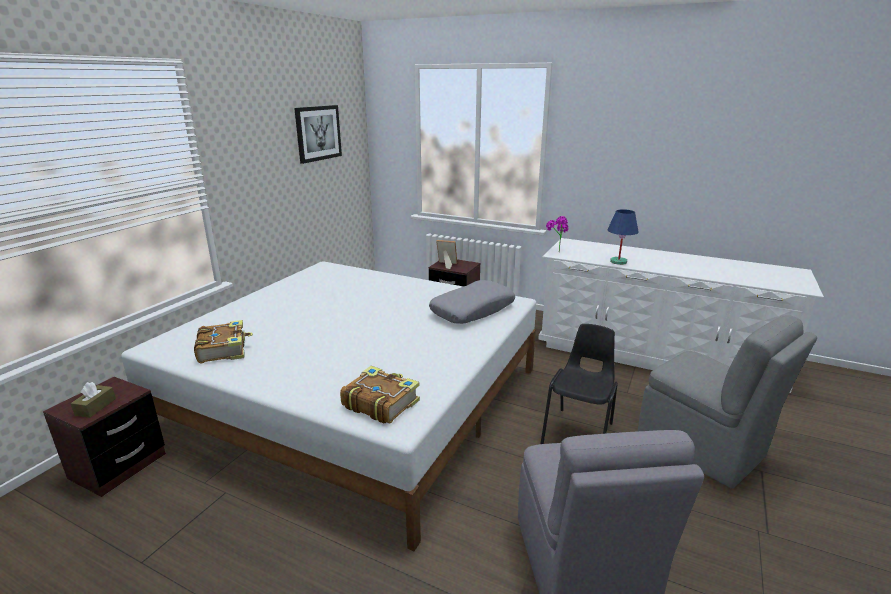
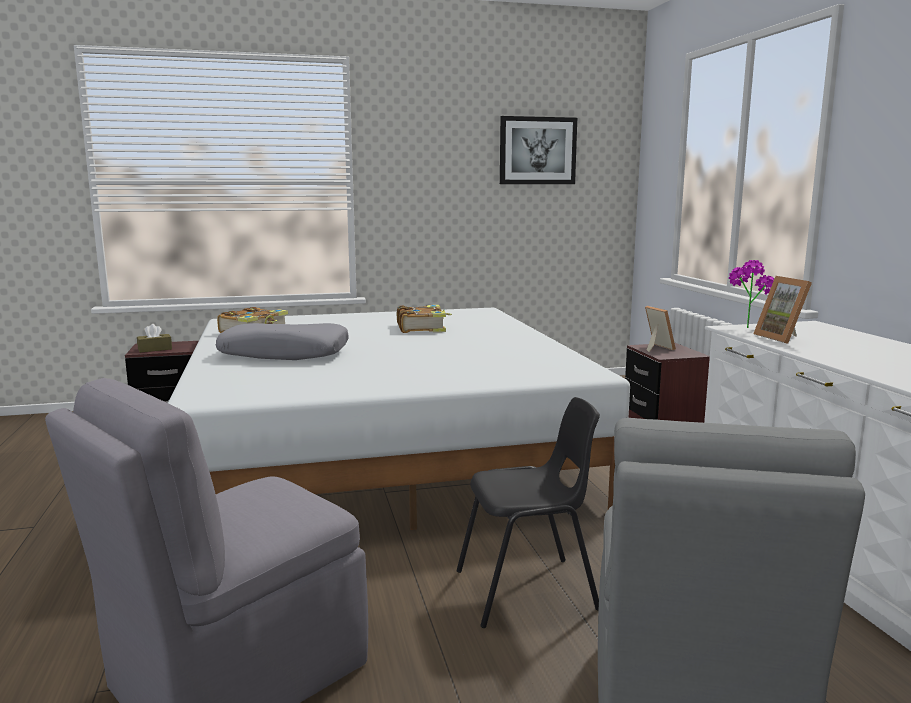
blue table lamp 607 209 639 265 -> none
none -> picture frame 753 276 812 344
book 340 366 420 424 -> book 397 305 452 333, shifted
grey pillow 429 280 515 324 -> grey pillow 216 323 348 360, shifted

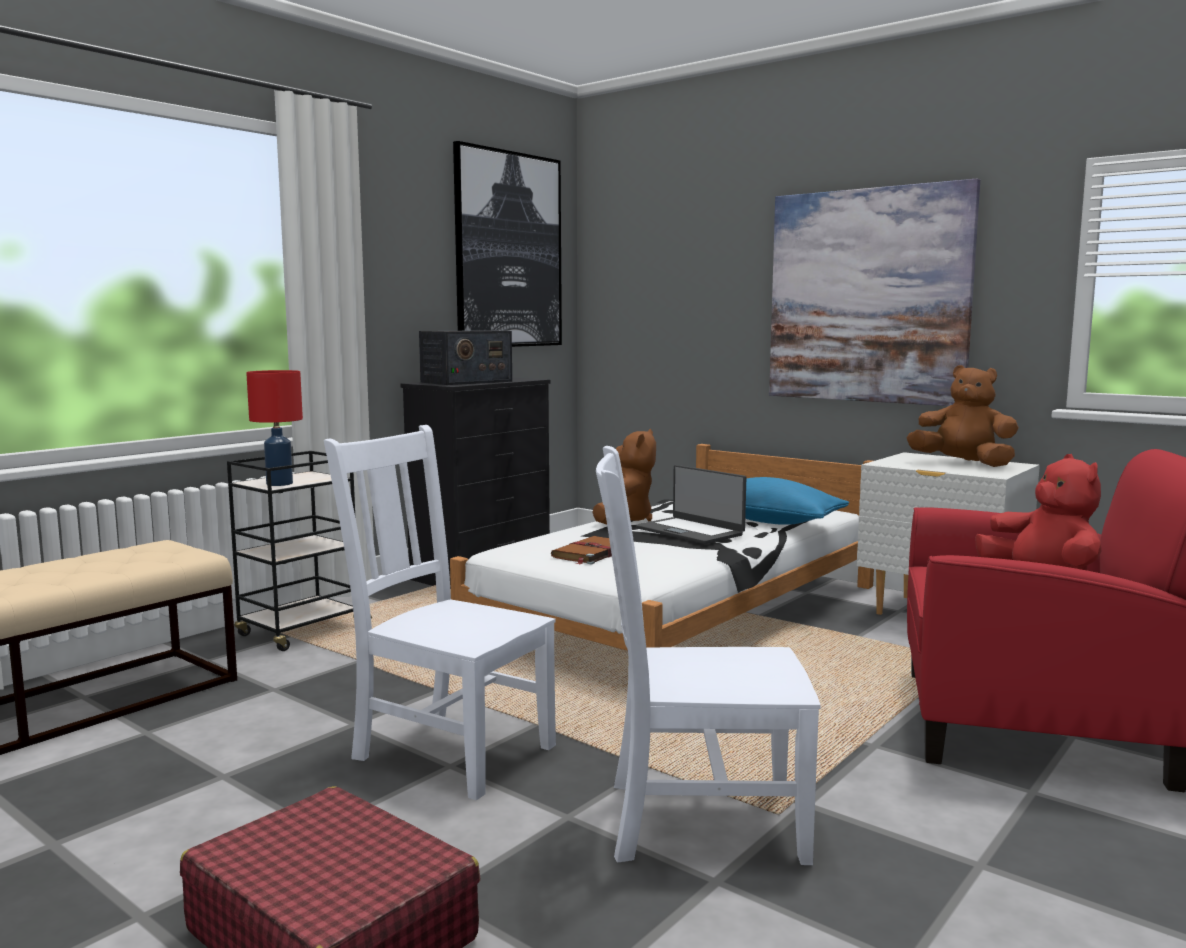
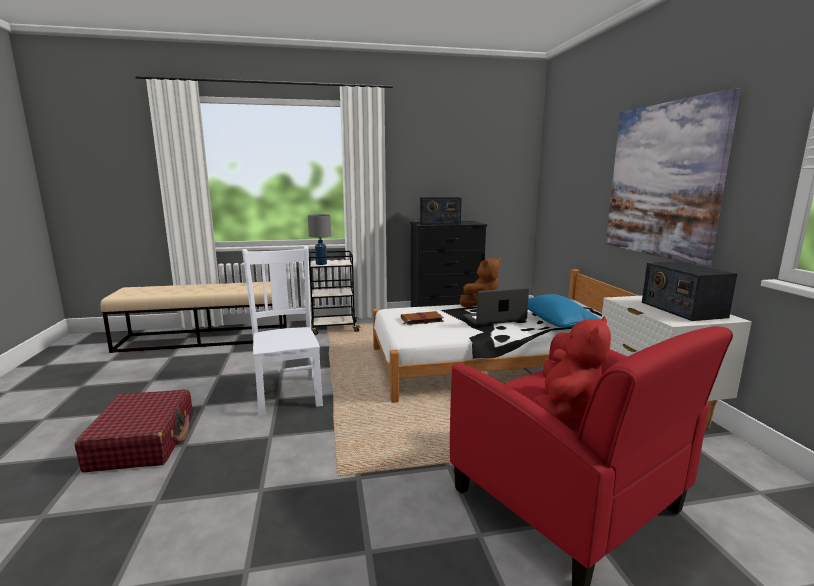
picture 453 141 562 347 -> none
white chair 596 446 821 865 -> none
brown plush toy 907 365 1019 467 -> radio 642 261 737 321
red table lamp 246 370 303 486 -> grey table lamp 308 214 331 265
laptop 636 465 746 544 -> laptop 463 287 529 326, 75 degrees clockwise

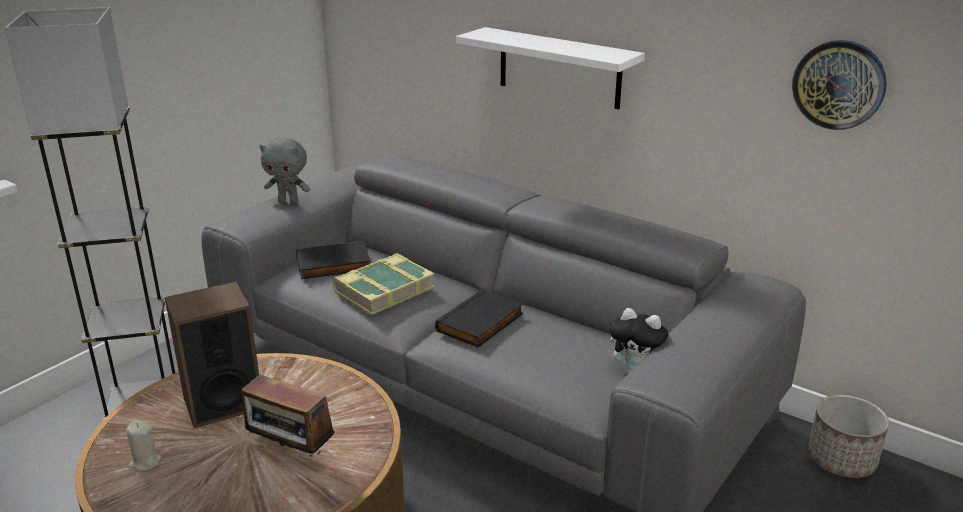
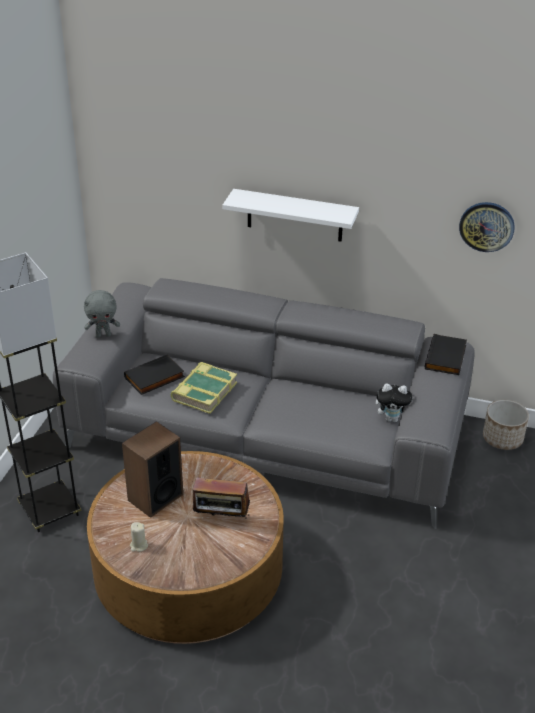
black book 435 289 523 348 -> black book 425 334 467 375, shifted

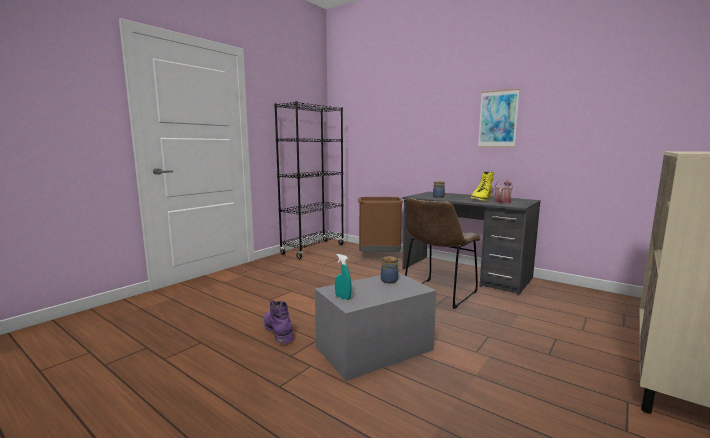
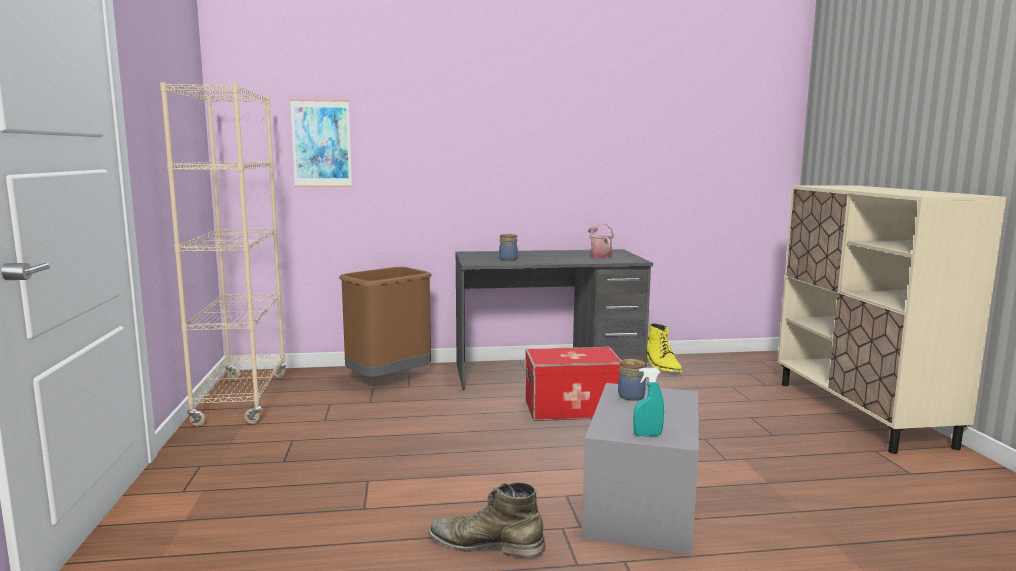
yellow boot 470 172 494 201 -> yellow boot 647 323 683 372, shifted
picture 478 89 520 147 -> picture 290 99 352 187, shifted
brown chair 405 198 481 309 -> storage box 526 347 622 421
purple boot 264 300 294 343 -> green boot 429 482 545 558
black bookcase 274 101 344 259 -> beige bookcase 160 82 287 426

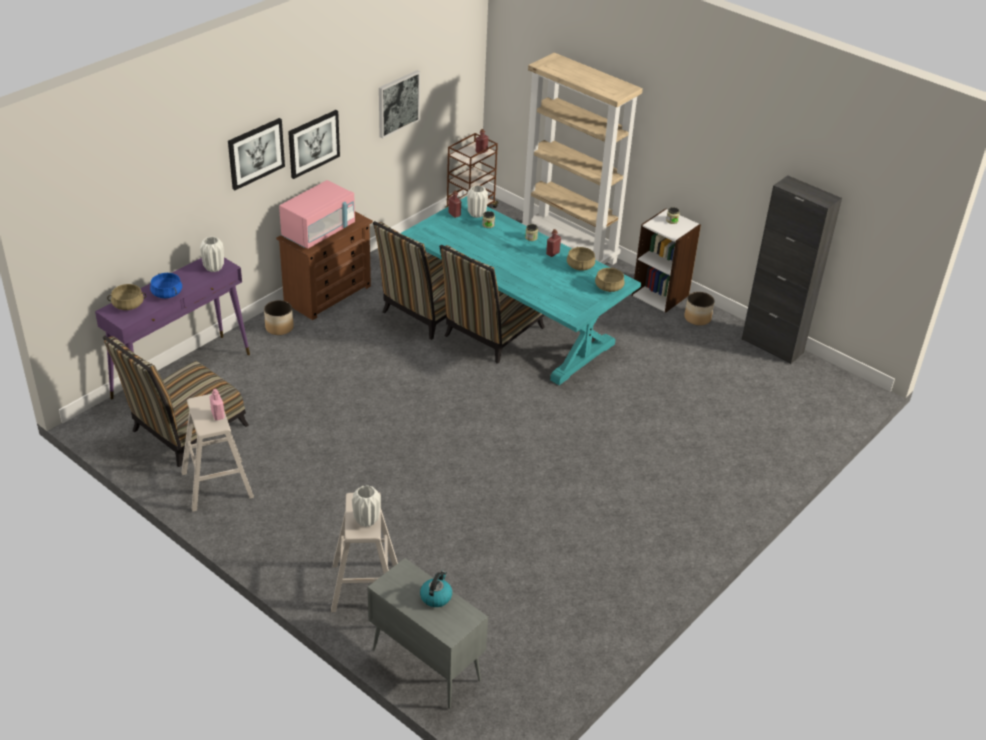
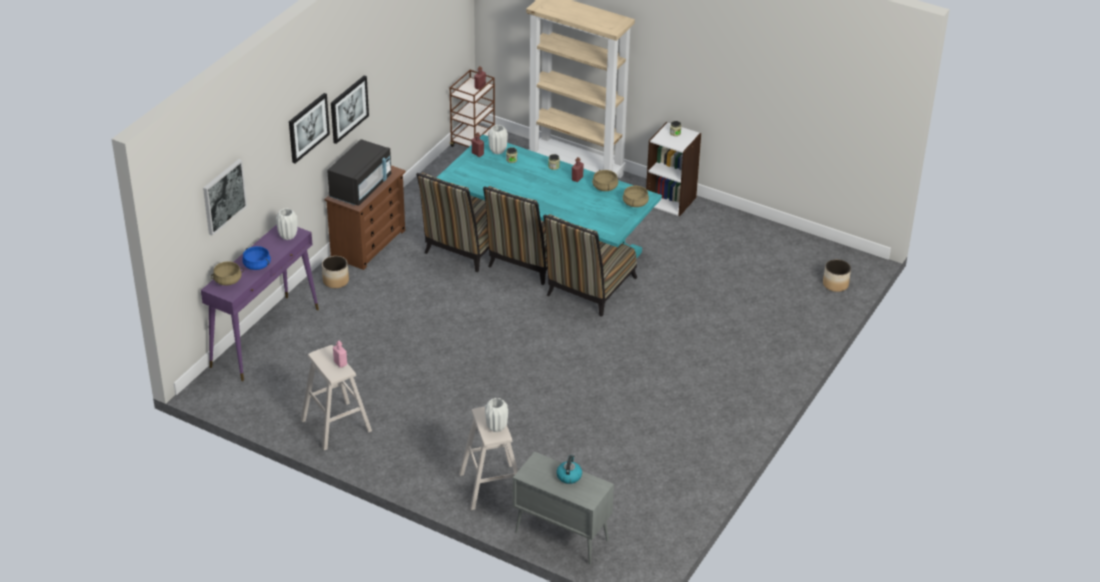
black cabinet 741 175 842 364 -> none
chair 103 336 248 467 -> chair 543 214 637 317, shifted
picture 379 70 420 139 -> picture 203 159 247 236, shifted
planter 684 292 714 326 -> planter 823 259 851 292, shifted
pink microwave 279 180 355 249 -> black microwave 327 139 391 206

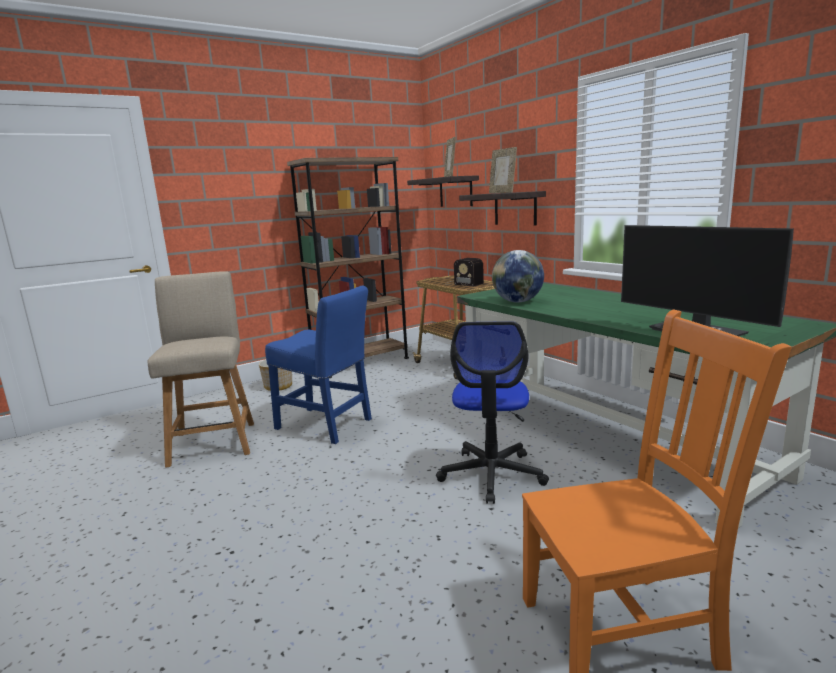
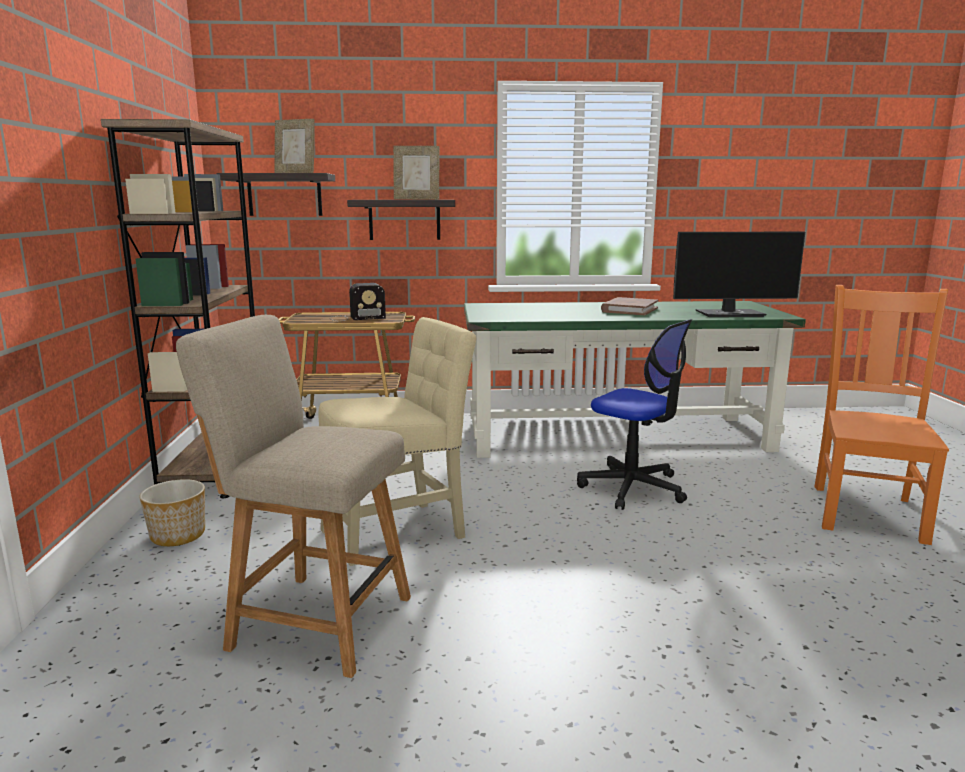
globe 492 250 544 303 -> none
none -> brown book 601 297 658 315
blue chair 265 286 372 444 -> beige chair 319 317 476 566

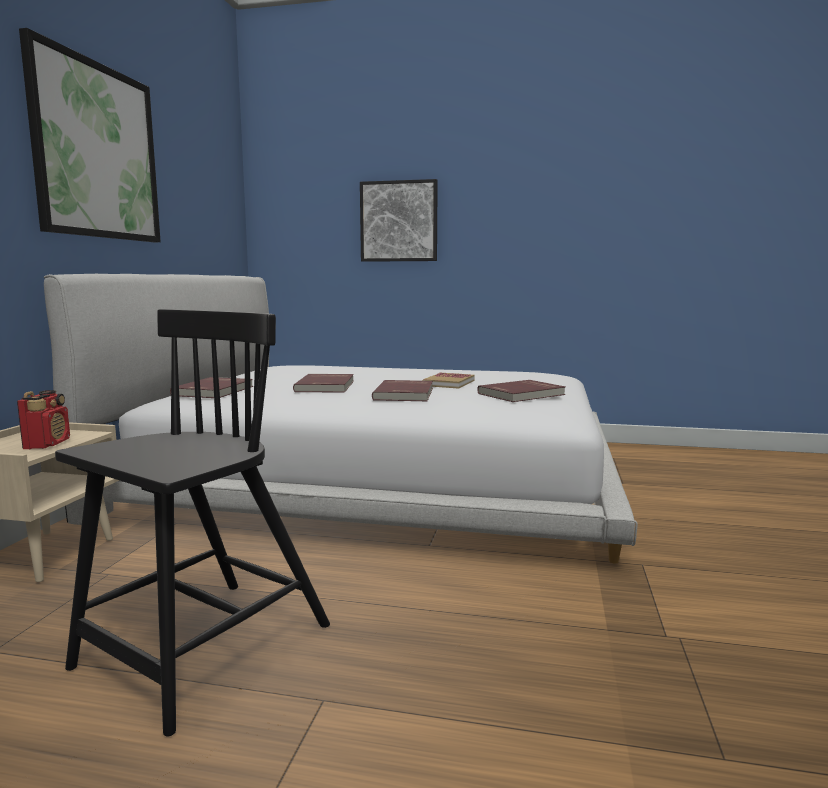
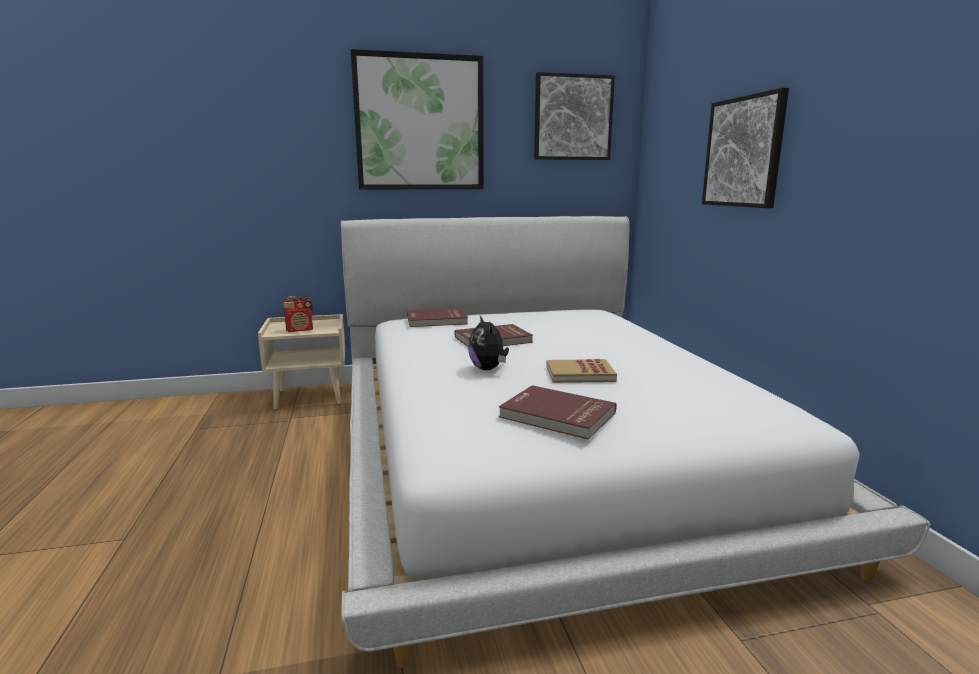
black chair 55 309 330 736 -> none
none -> picture 534 72 615 160
red book 372 380 433 401 -> plush toy 468 316 509 370

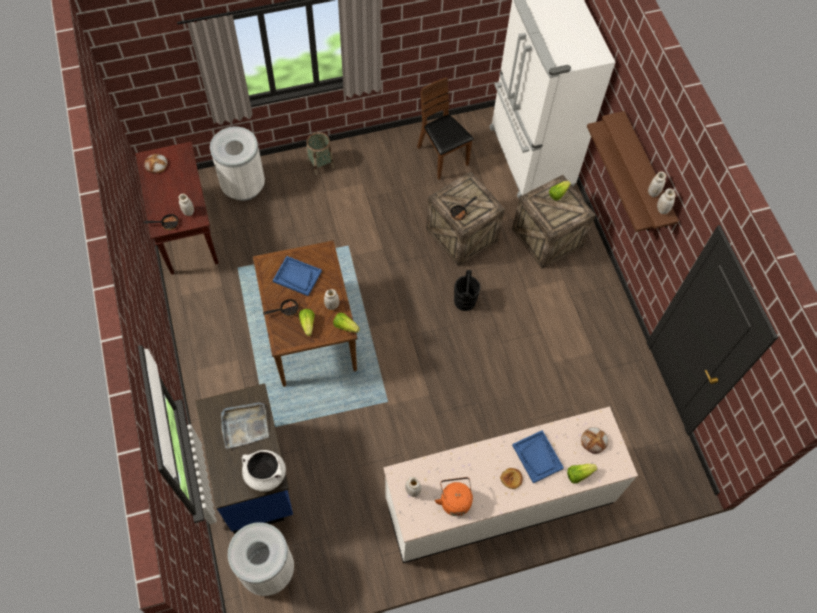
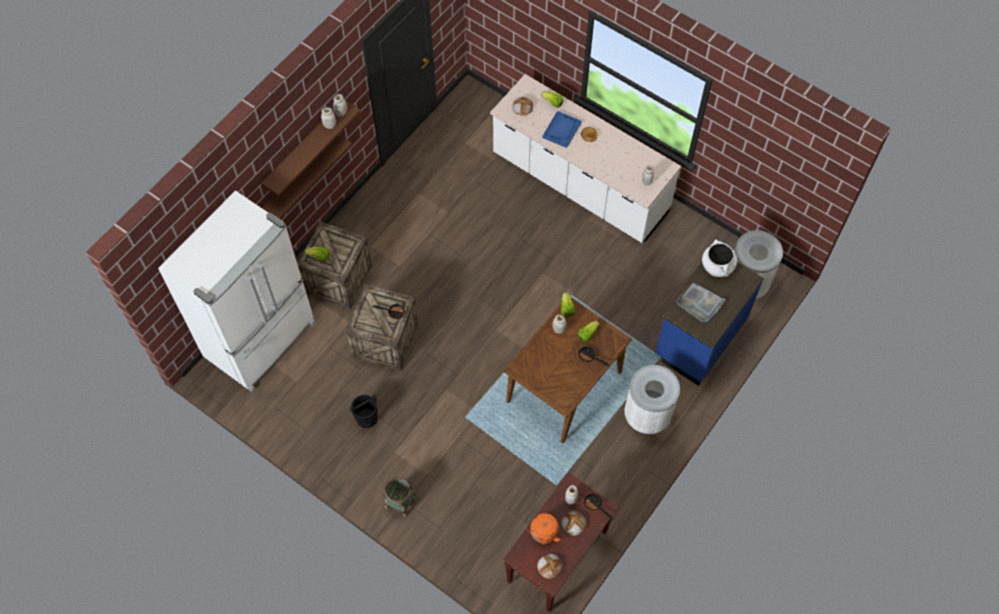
blue tray 273 256 322 296 -> none
brown chair 417 77 474 180 -> none
none -> bread 561 511 586 536
white trash can 210 126 265 201 -> white trash can 624 365 680 434, shifted
orange kettle 435 477 473 516 -> orange kettle 525 513 560 545, shifted
black bucket 454 270 481 311 -> black bucket 350 394 378 428, shifted

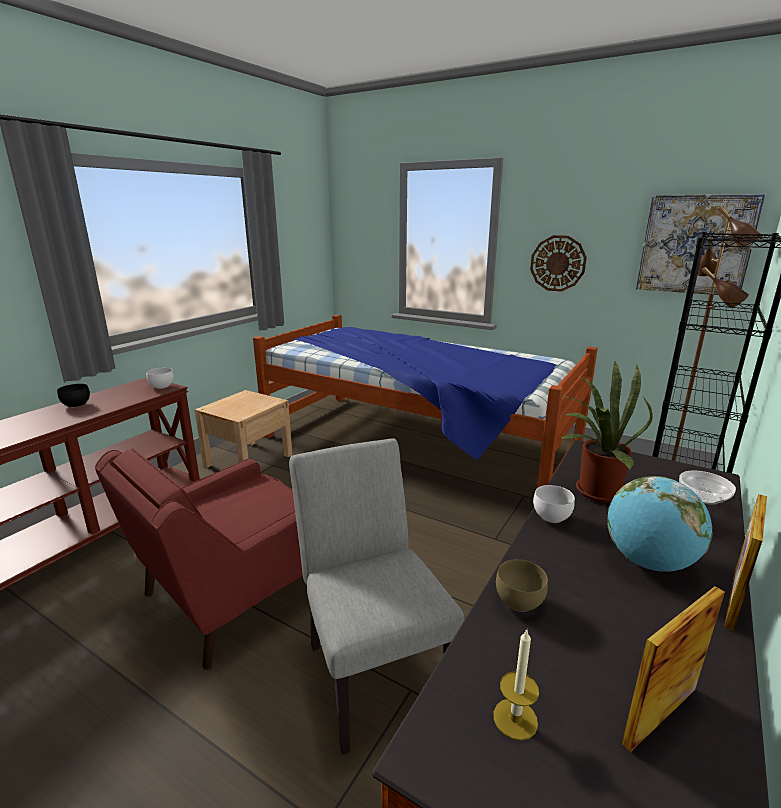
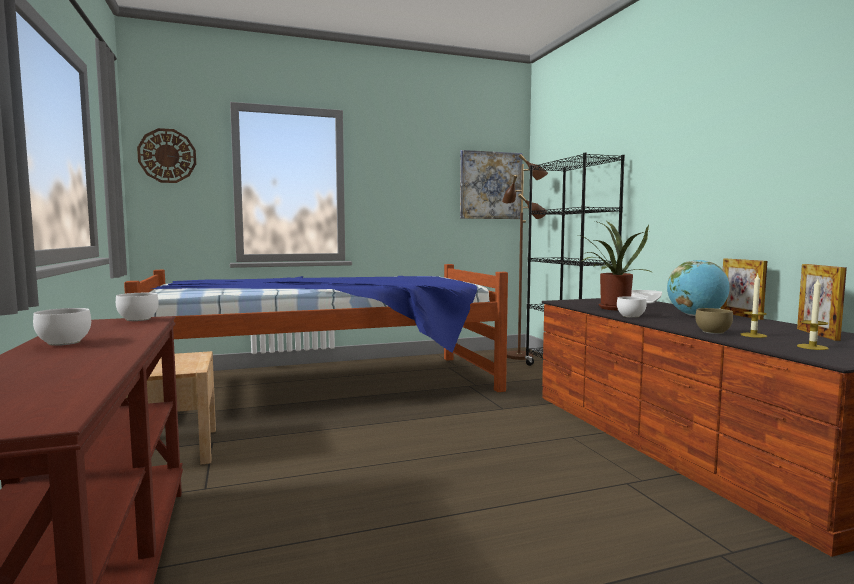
red armchair 95 448 303 670 -> none
grey chair 289 438 464 755 -> none
none -> candle 740 274 767 338
wall clock 530 235 587 292 -> wall clock 137 128 196 183, shifted
black bowl 57 384 90 408 -> white bowl 33 308 91 346

